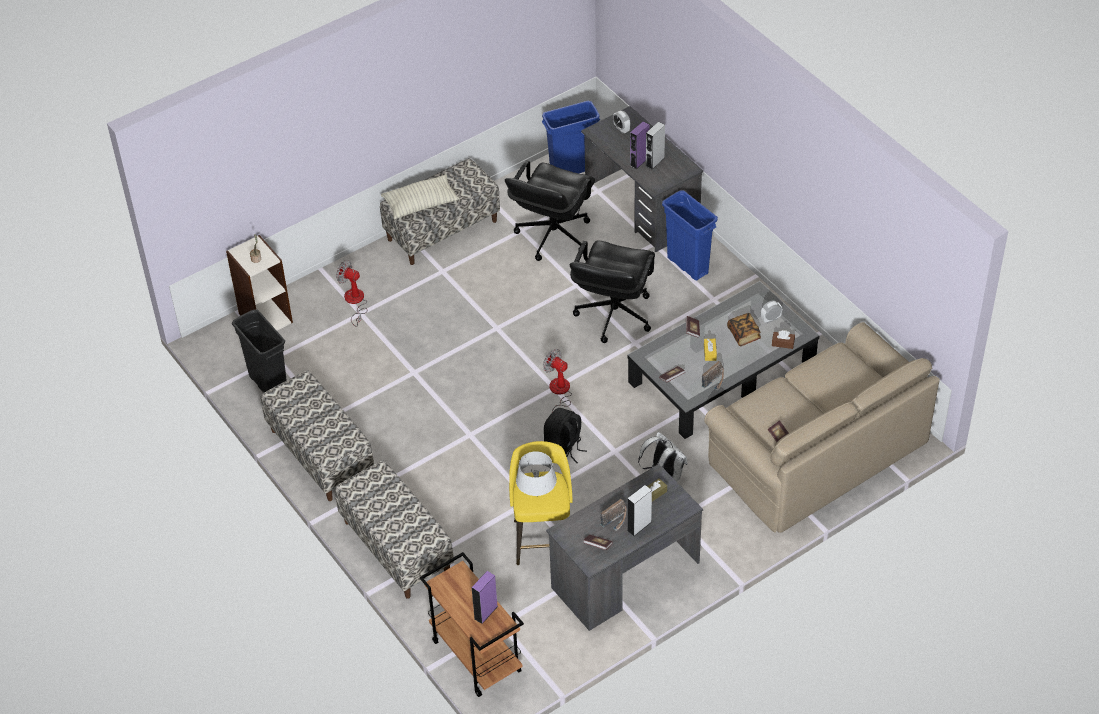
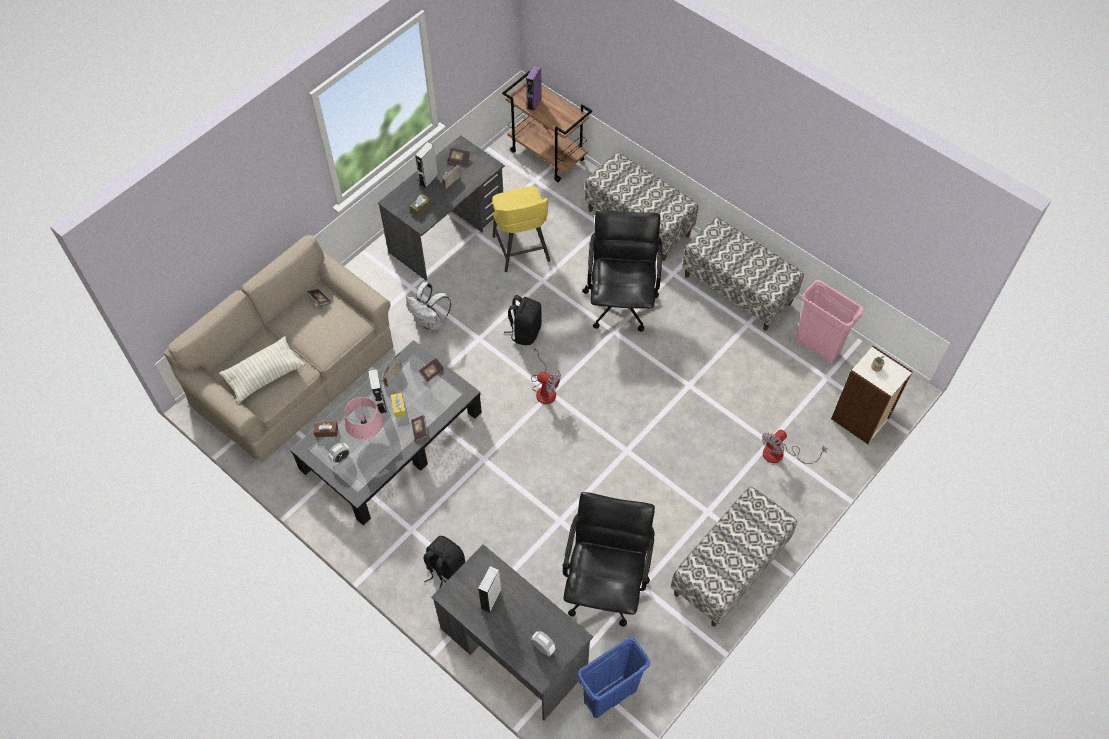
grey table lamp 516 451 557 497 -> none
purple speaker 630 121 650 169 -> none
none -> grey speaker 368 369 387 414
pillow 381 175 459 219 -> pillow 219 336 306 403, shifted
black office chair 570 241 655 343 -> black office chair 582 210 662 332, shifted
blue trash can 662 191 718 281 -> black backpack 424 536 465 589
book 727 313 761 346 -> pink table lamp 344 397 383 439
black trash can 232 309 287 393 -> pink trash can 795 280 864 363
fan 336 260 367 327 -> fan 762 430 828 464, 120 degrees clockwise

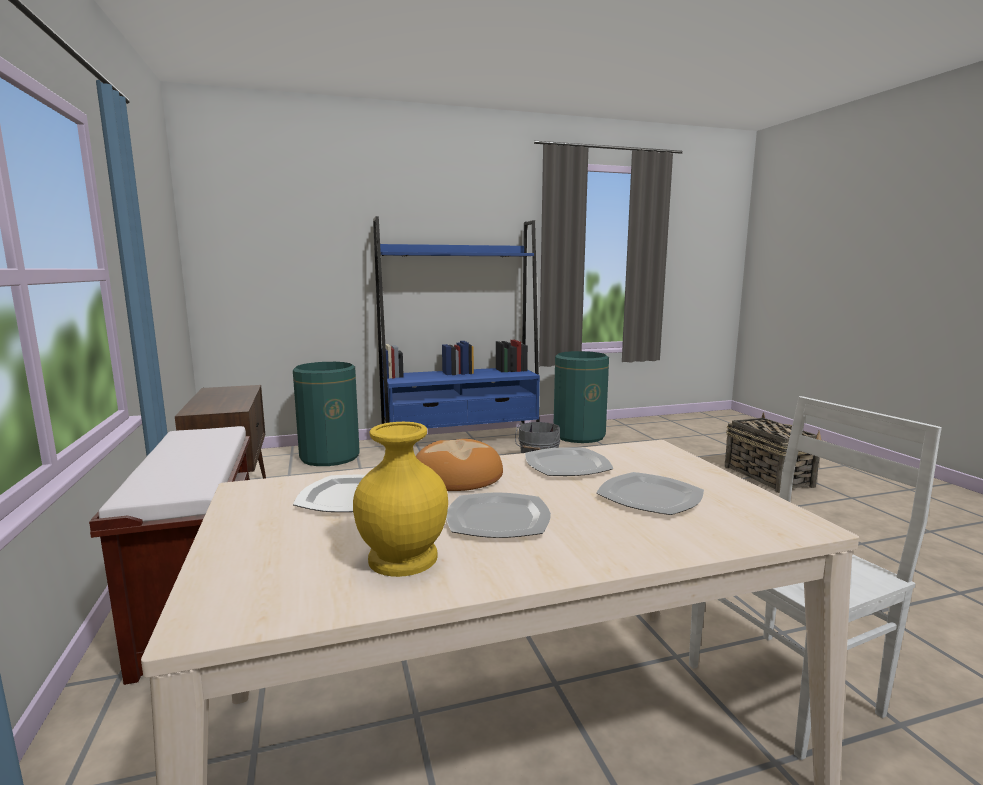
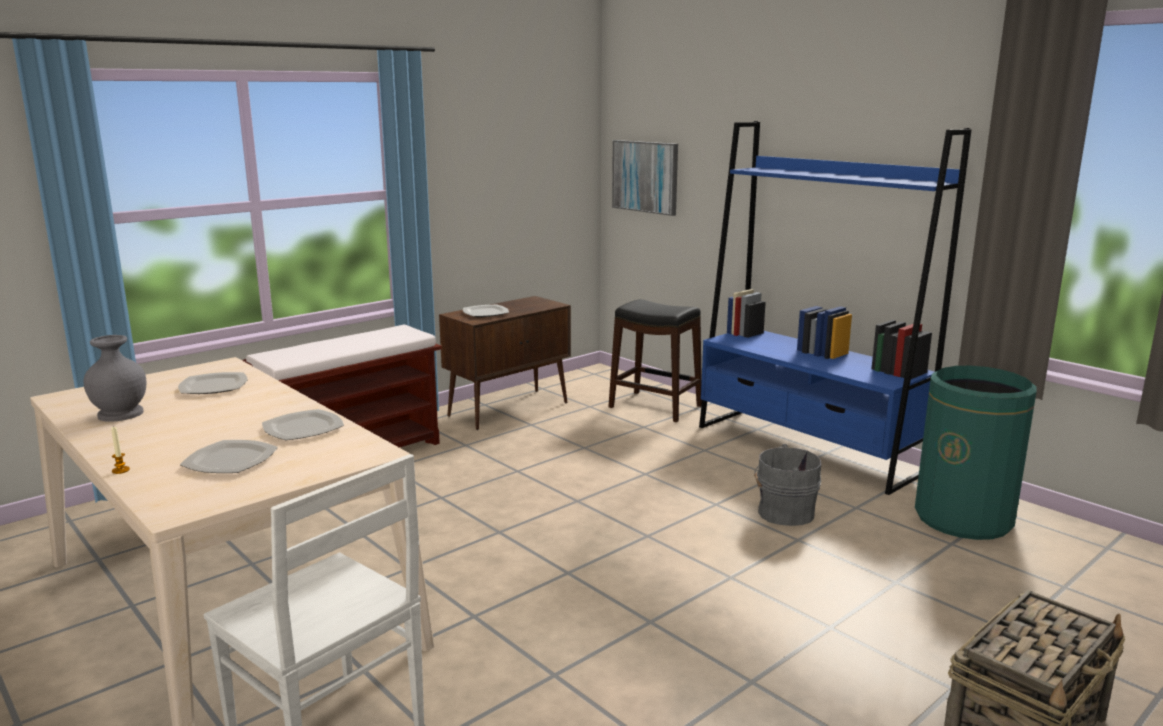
bread 416 439 503 491 -> none
none -> candle 111 426 130 474
none -> picture 612 140 678 216
plate 446 492 551 538 -> plate 463 305 509 317, shifted
green trash can 293 362 360 466 -> black stool 608 299 702 422
yellow vase 353 422 448 577 -> grey vase 83 335 147 422

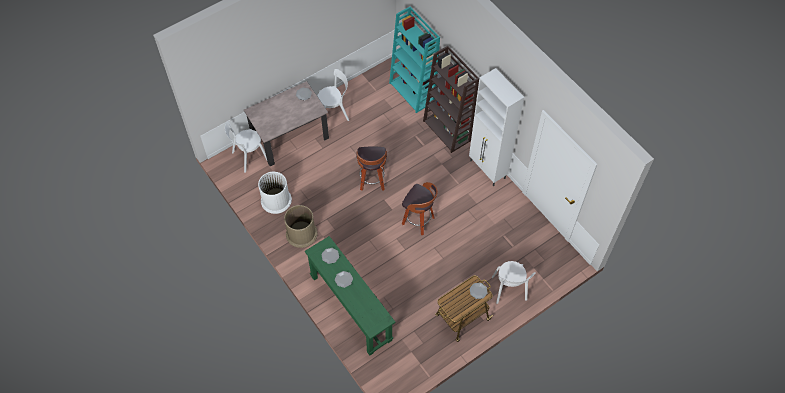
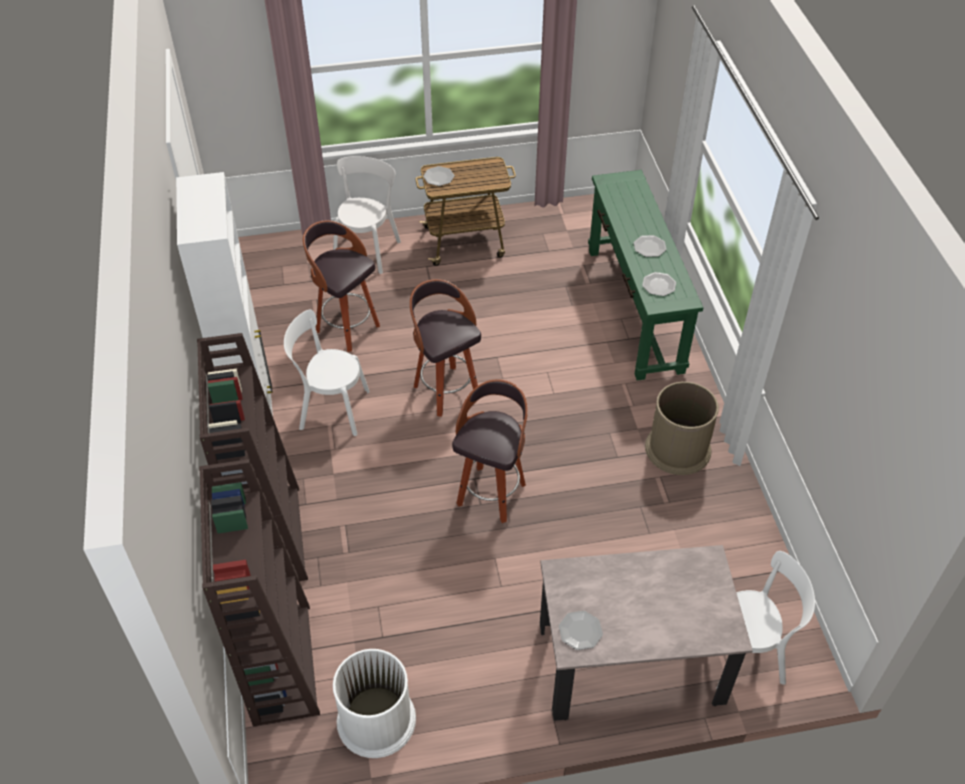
none -> stool 303 221 380 352
white trash can 258 172 292 214 -> white trash can 333 649 416 758, shifted
white chair 318 69 349 121 -> white chair 284 310 370 436, shifted
turquoise bookcase 389 6 440 113 -> brown bookcase 199 459 320 726

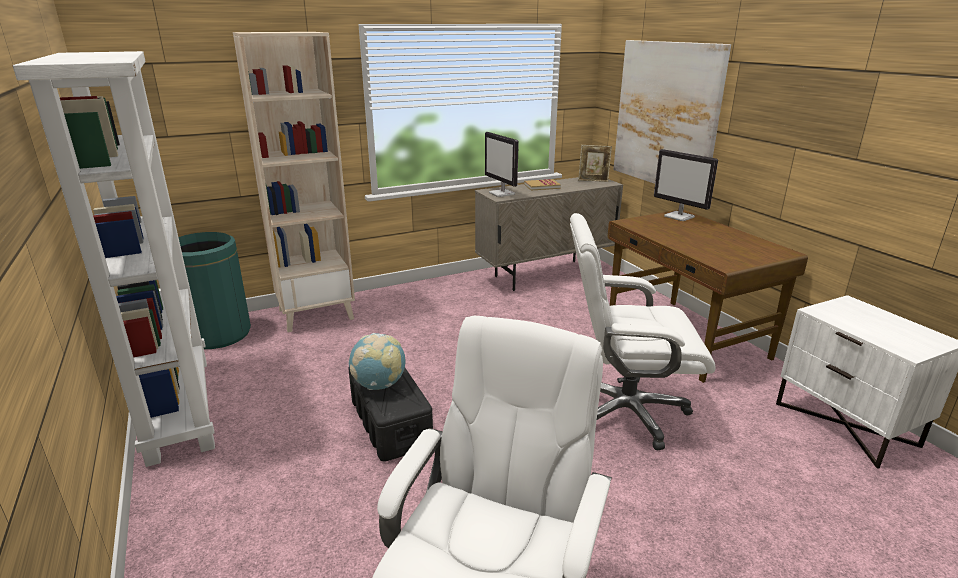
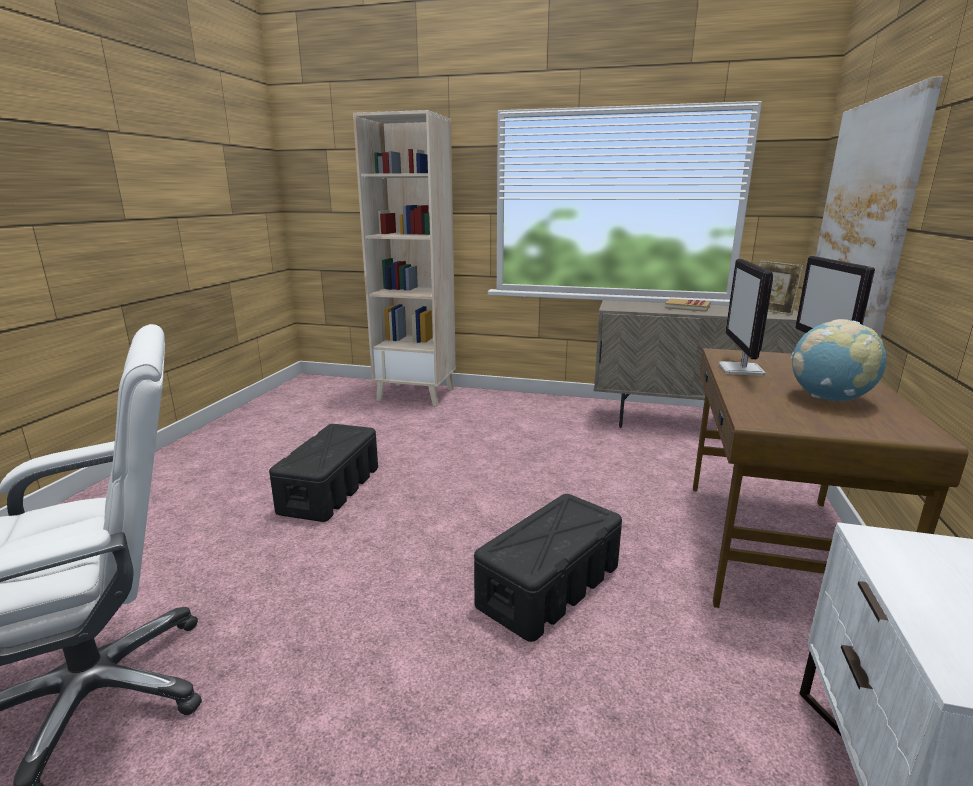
white bookcase 13 51 215 467 -> none
green trash can 179 232 251 349 -> none
globe 349 333 405 390 -> globe 791 319 886 401, shifted
monitor 485 132 519 197 -> monitor 718 259 773 376, shifted
white office chair 570 213 716 451 -> black storage box 474 494 622 642

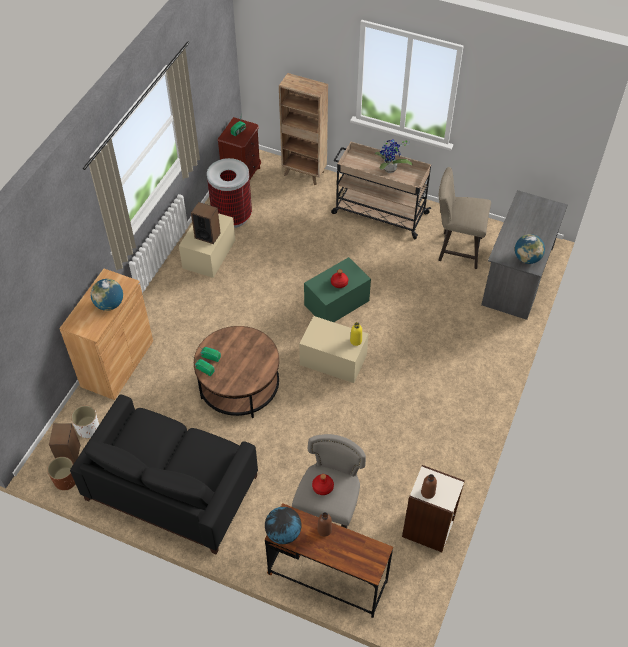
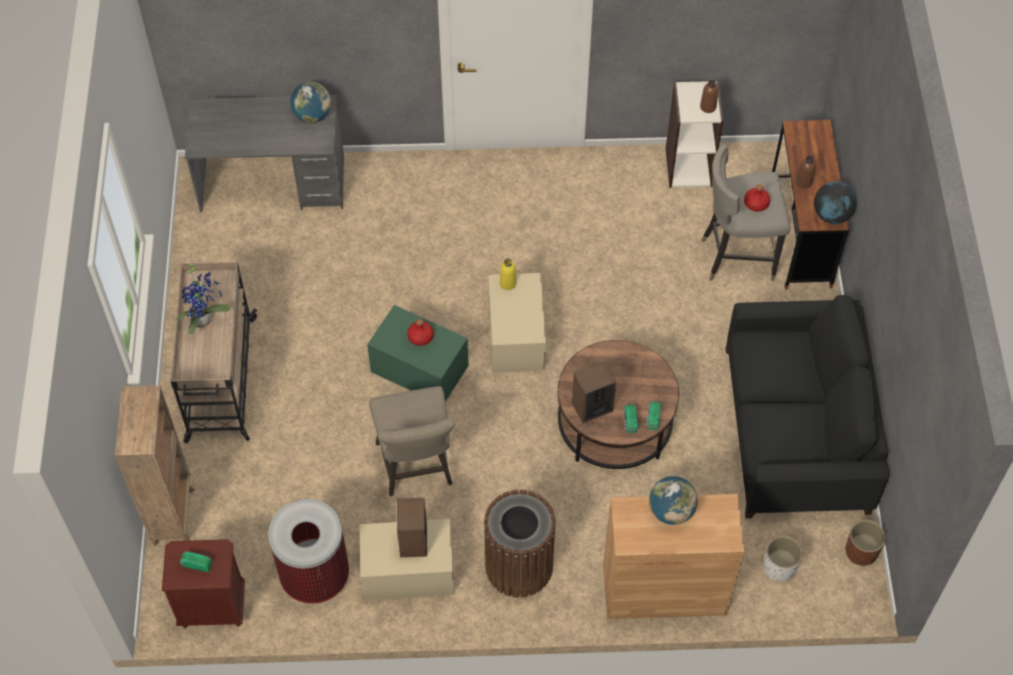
none -> brown trash can 484 490 556 598
speaker 49 423 80 464 -> speaker 572 361 616 423, shifted
beige stool 438 167 491 269 -> beige stool 369 386 455 496, shifted

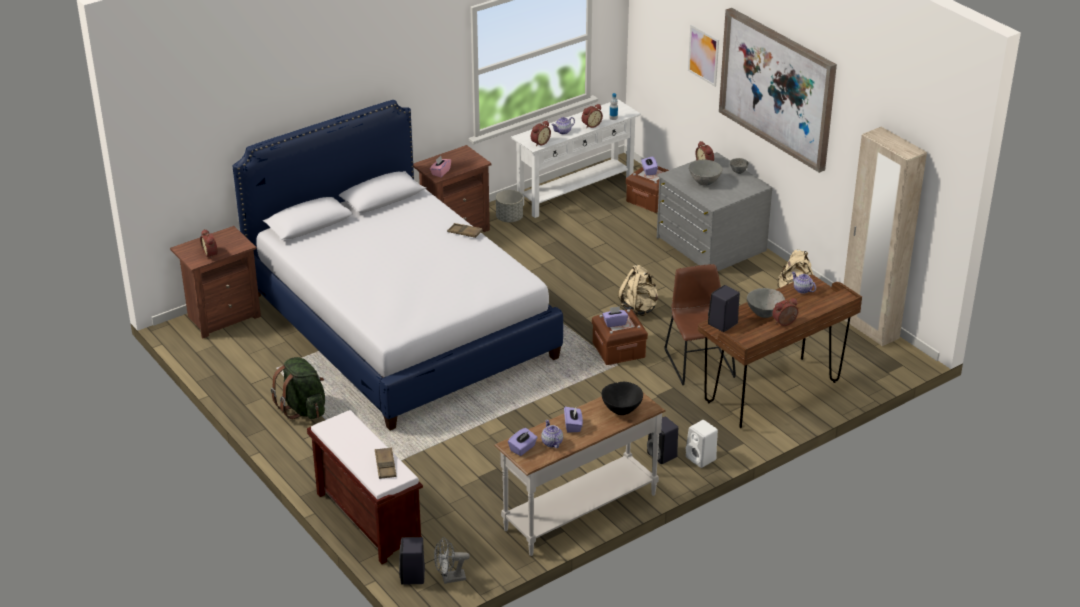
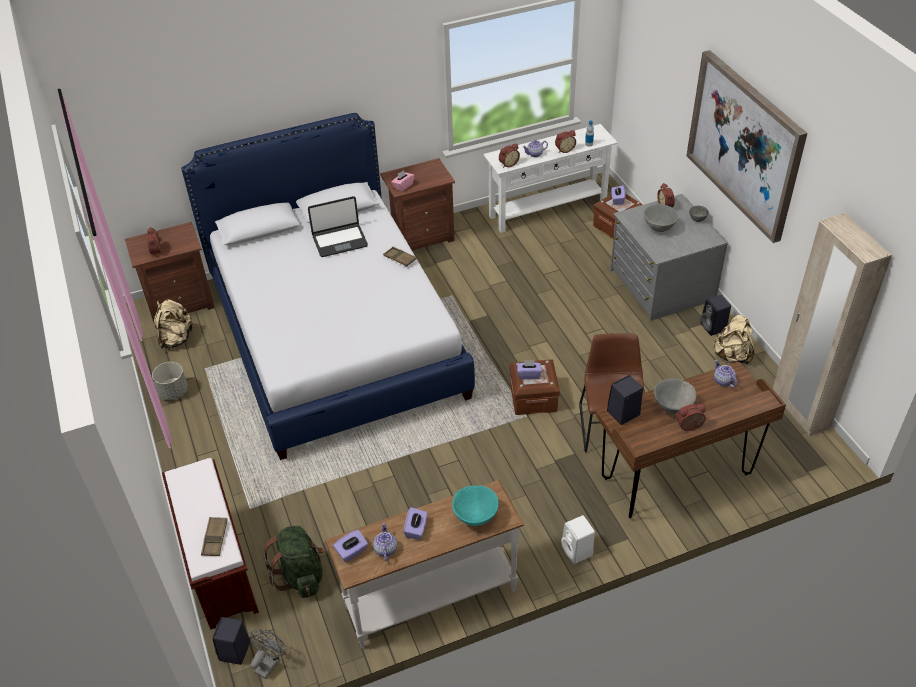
picture 688 24 719 87 -> none
none -> laptop 308 196 368 257
green backpack 271 357 325 419 -> green backpack 263 526 324 598, shifted
grey planter 496 190 523 222 -> grey planter 152 362 188 400, shifted
beige backpack 618 265 658 316 -> beige backpack 154 299 195 350, shifted
black speaker 647 416 678 464 -> black speaker 700 295 731 336, shifted
black bowl 602 382 643 415 -> turquoise bowl 452 485 499 526
grey fan 434 537 470 584 -> grey fan 250 629 286 679, 120 degrees clockwise

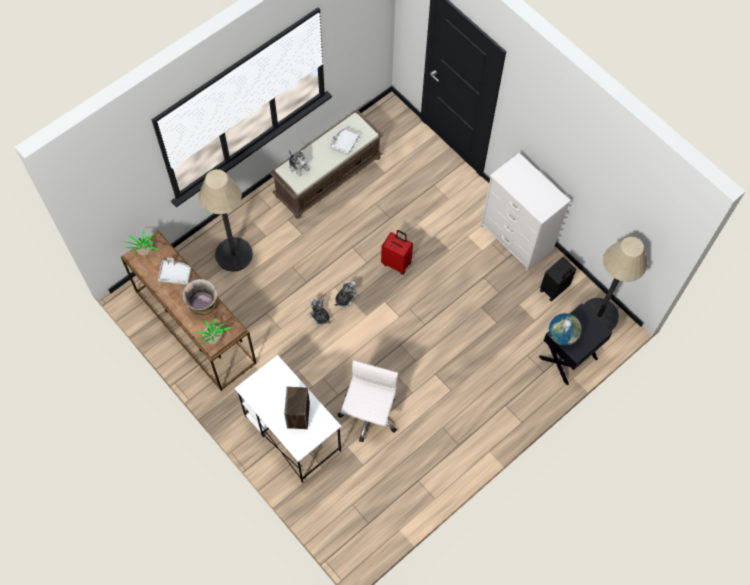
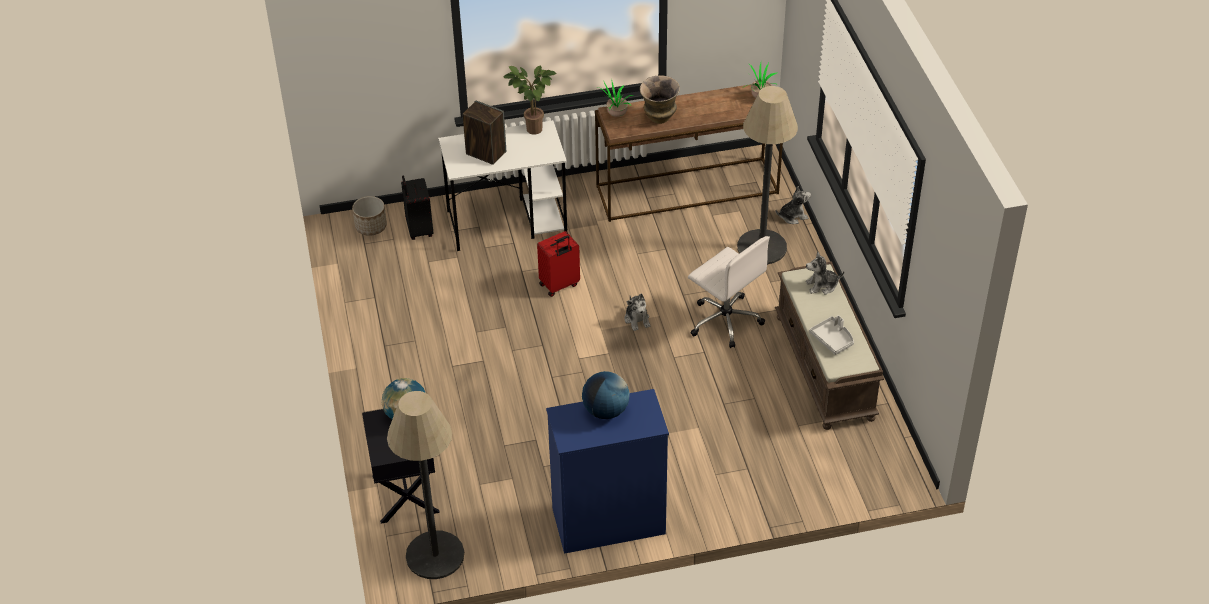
grey tray 158 258 191 285 -> none
none -> planter 352 196 387 236
none -> potted plant 503 65 557 135
none -> globe 582 371 630 419
plush toy 308 298 331 325 -> plush toy 775 186 811 224, shifted
white office chair 338 360 398 442 -> white office chair 688 236 770 348, shifted
red suitcase 381 230 413 275 -> red suitcase 537 231 580 297, shifted
black suitcase 540 257 577 302 -> black suitcase 401 176 433 240, shifted
white dresser 481 153 571 271 -> blue dresser 546 389 669 554

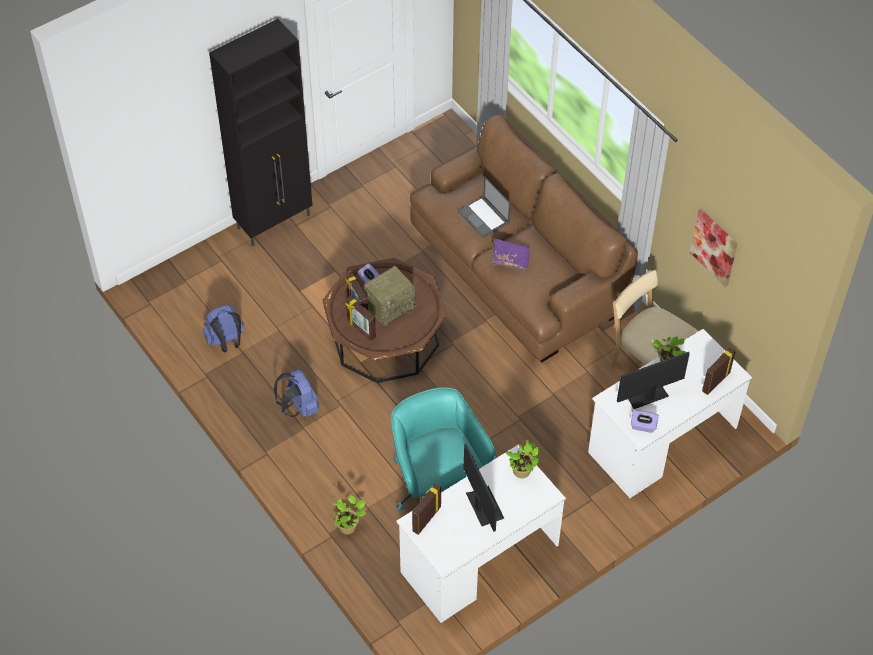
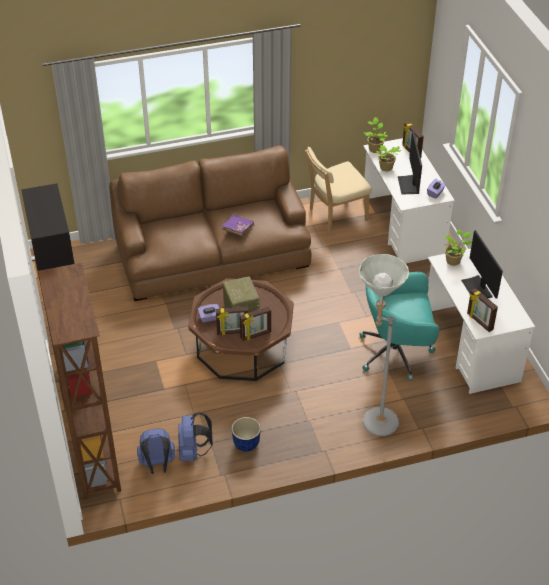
laptop 457 176 511 238 -> none
picture 690 209 738 287 -> none
none -> brown bookcase 38 263 121 500
none -> planter 231 417 261 452
none -> grey floor lamp 359 254 409 436
blue backpack 274 370 319 417 -> blue backpack 137 429 175 474, shifted
potted plant 332 495 366 534 -> potted plant 363 117 387 153, shifted
monitor 463 444 504 532 -> monitor 461 230 503 298, 105 degrees counterclockwise

